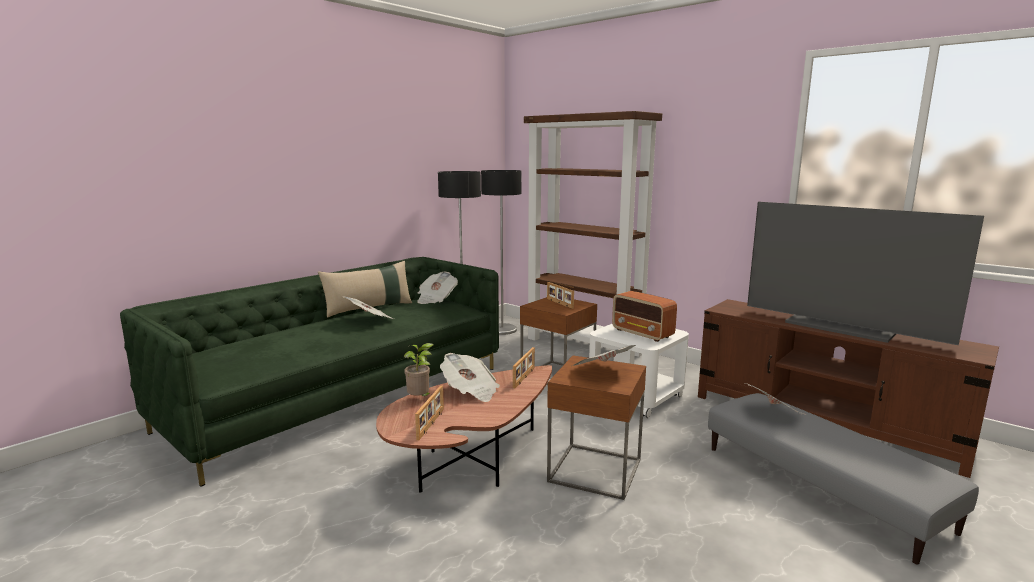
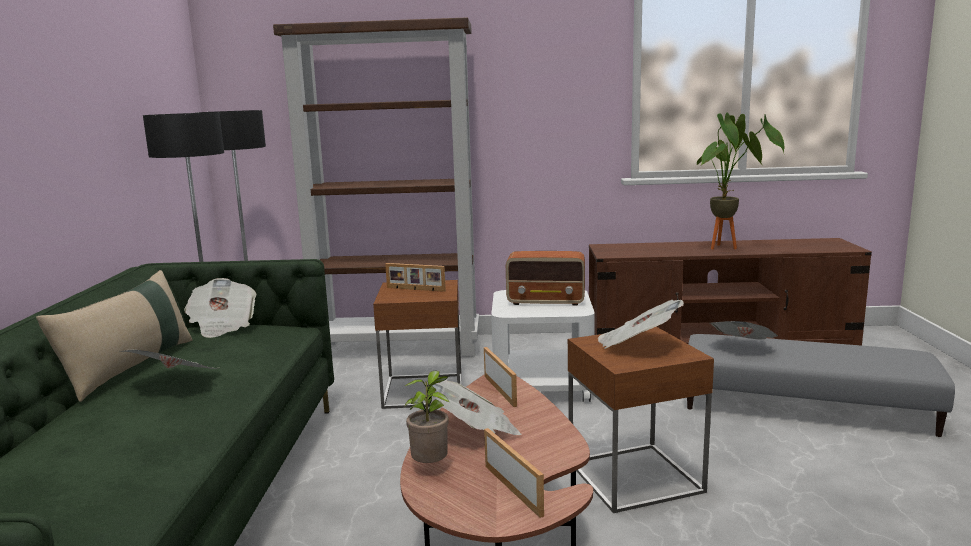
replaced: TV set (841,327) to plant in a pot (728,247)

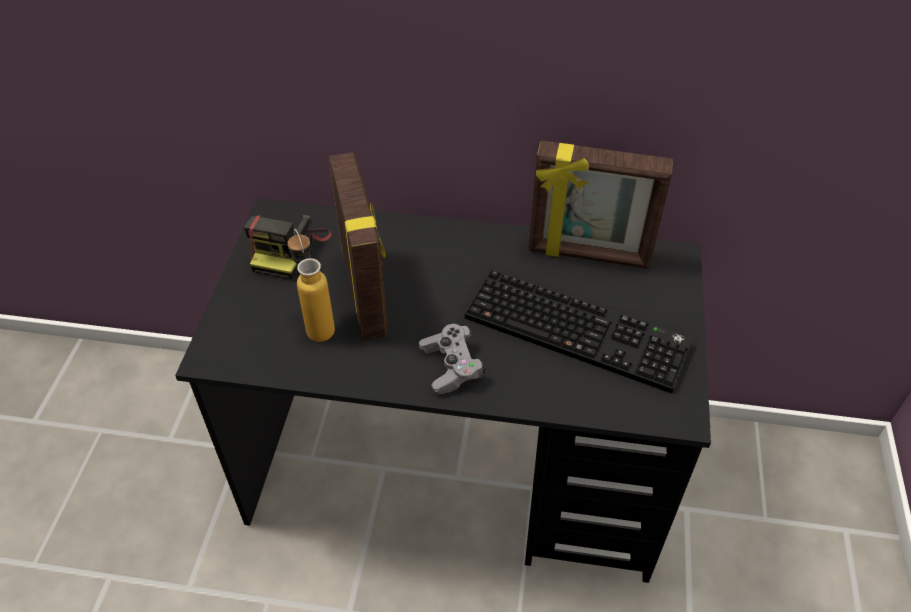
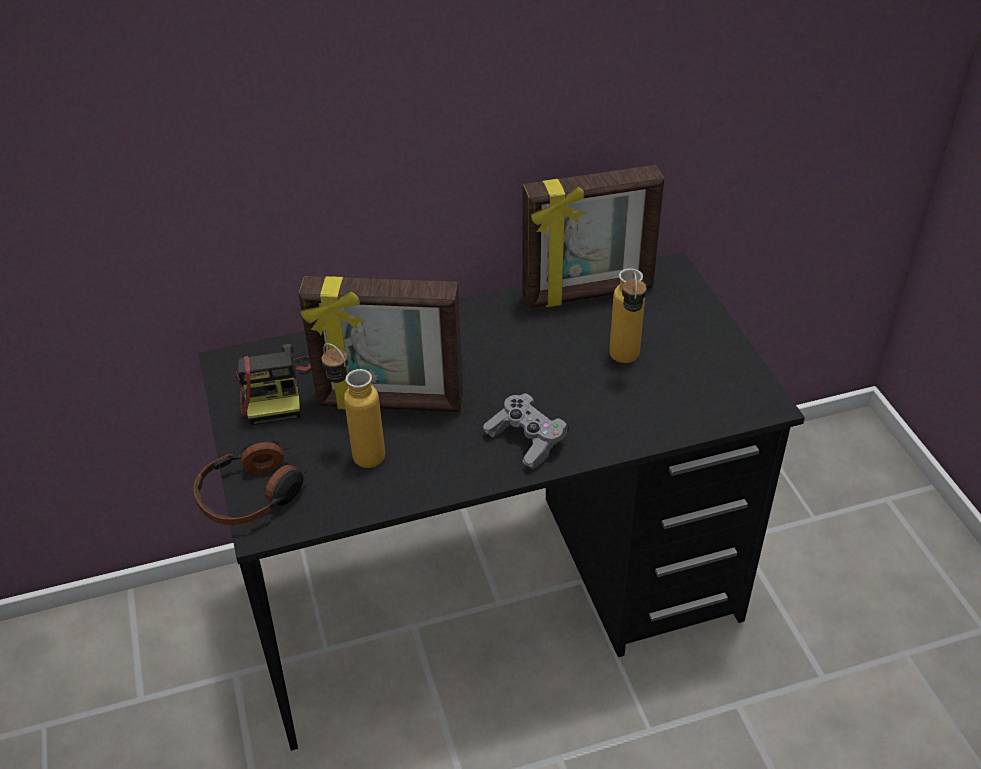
added: headphones (253,494)
replaced: keyboard (579,329) to beverage bottle (625,363)
turned: photo frame (366,292) = (390,403) 135 degrees clockwise

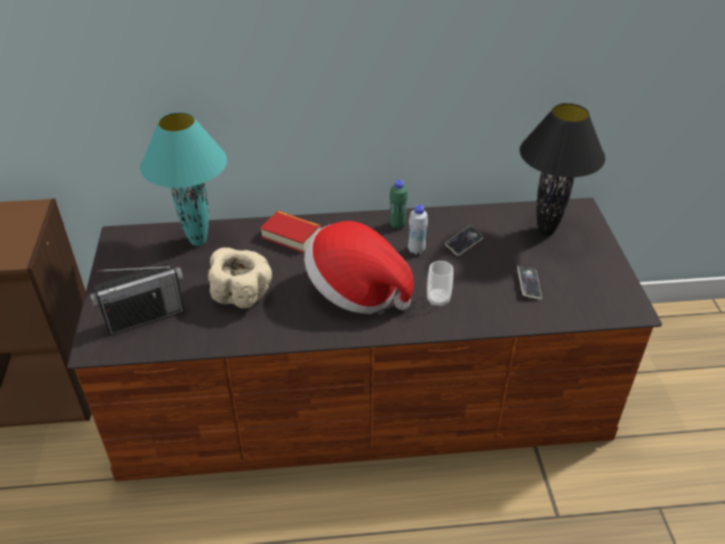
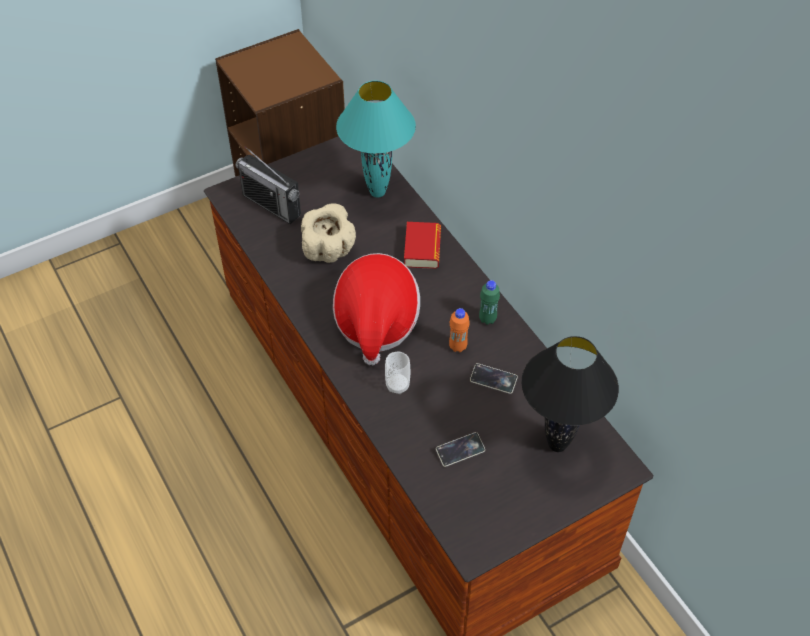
recoloured: white beverage bottle (416,250) to orange beverage bottle (458,346)

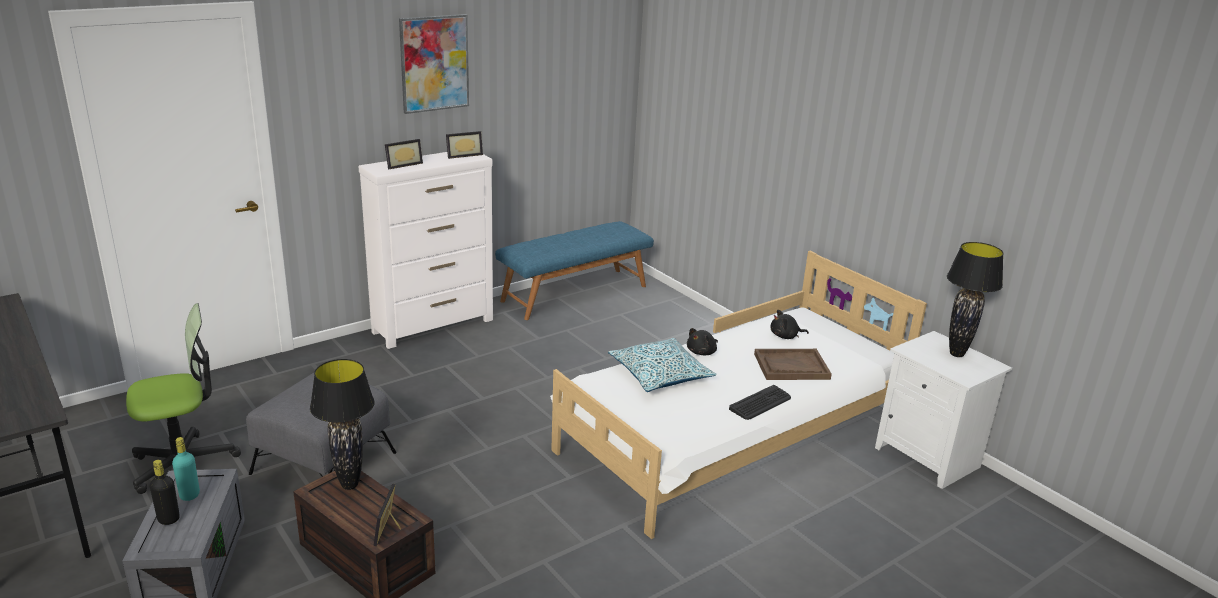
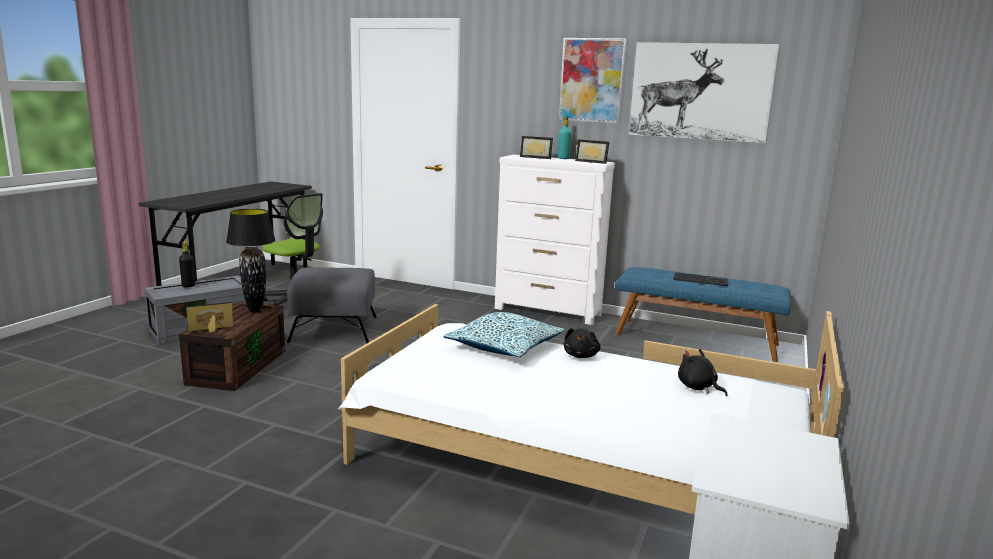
removed: brown serving tray (791,366); blackish table lamp (957,354)
added: wall picture (700,91)
moved: turquoise-coloured beverage bottle (189,495) to (563,158); keyboard (760,403) to (700,280)
turned: blackish soft toy (702,352) = (581,355) 90 degrees counterclockwise

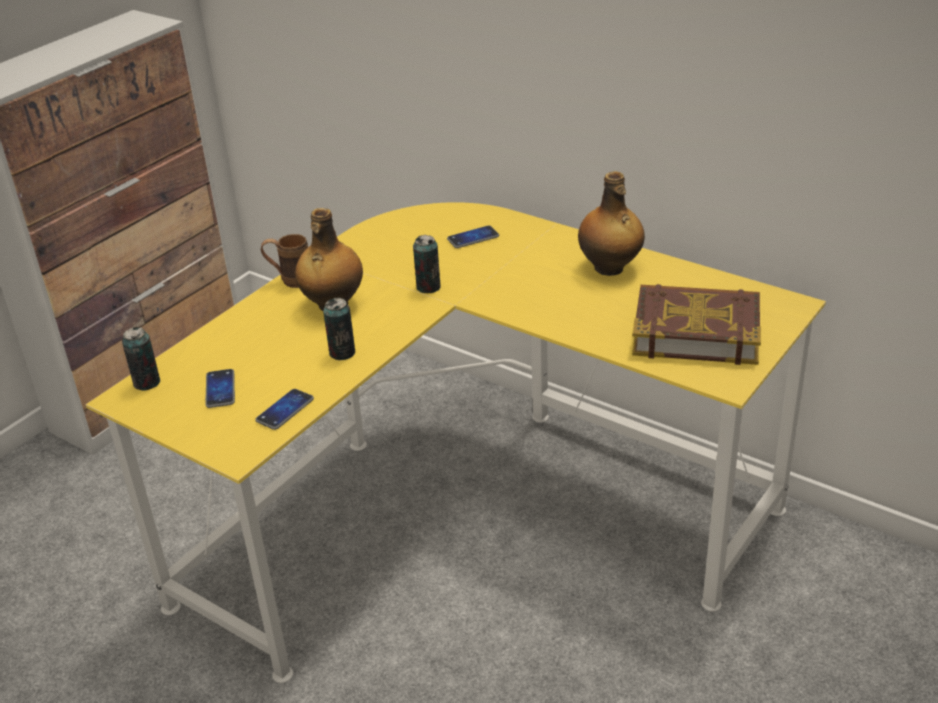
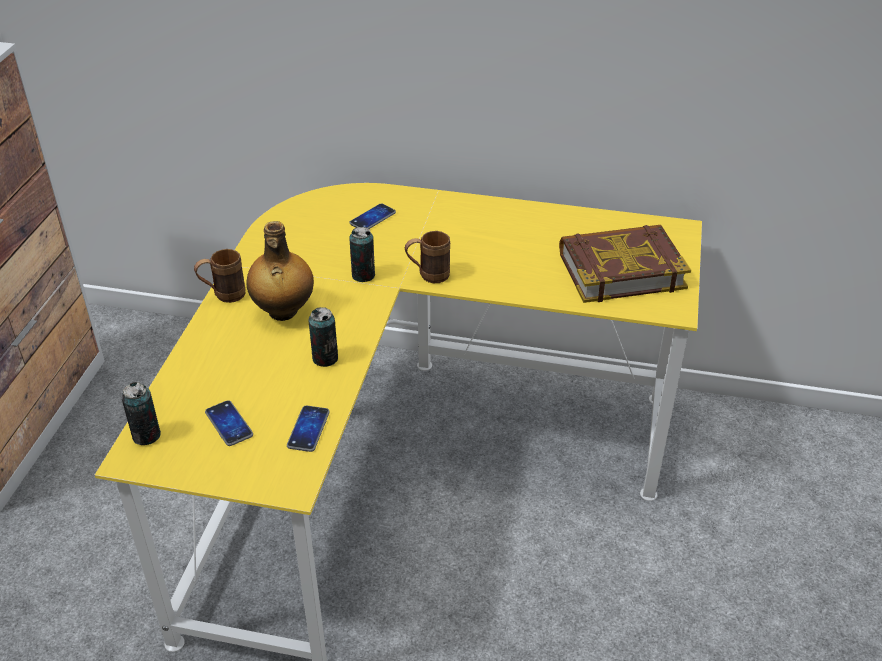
removed: beverage bottle (609,268)
added: brown coffee mug (427,276)

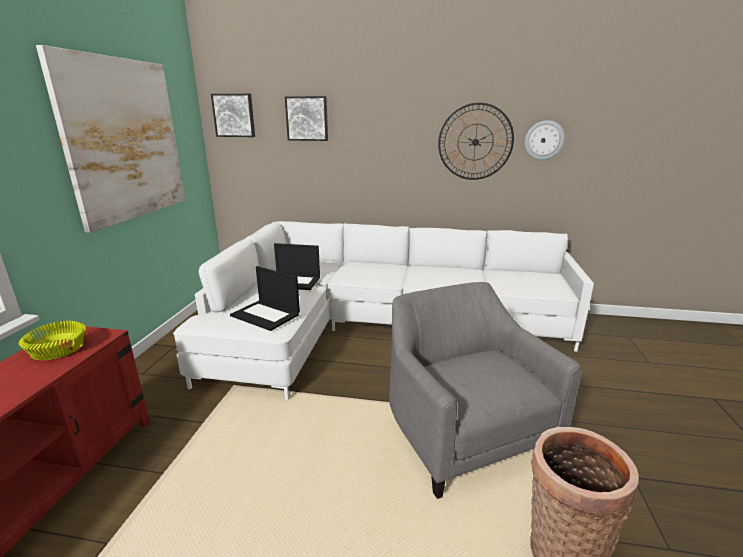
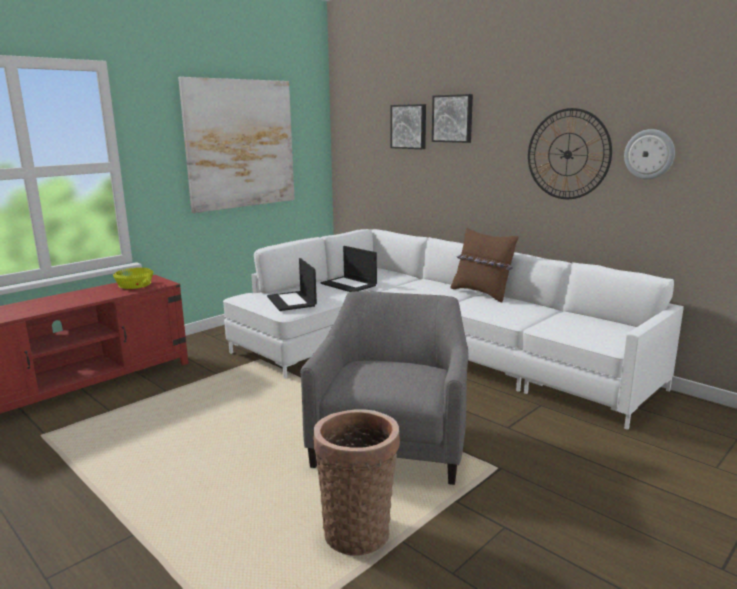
added: brown cushion (482,293)
moved: wall picture (234,115) to (453,118)

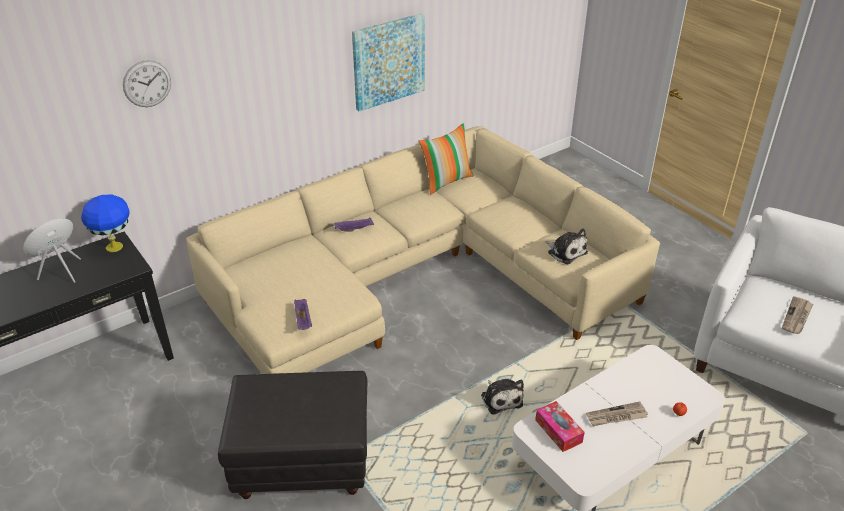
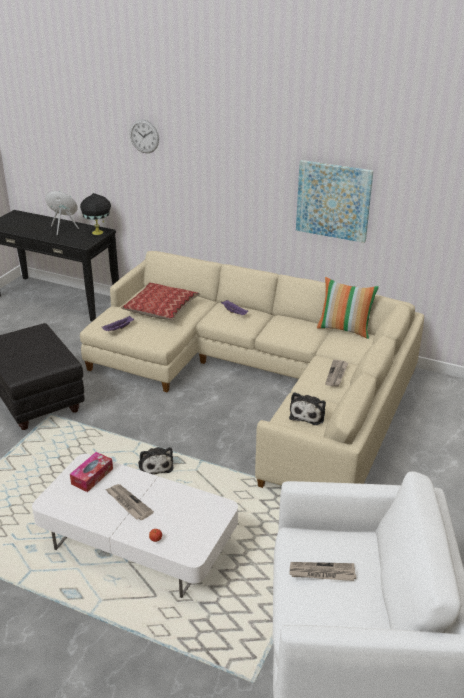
added: cushion (161,308); newspaper (336,374)
recoloured: bluish table lamp (115,247) to blackish table lamp (98,233)
turned: soft toy (501,398) = (155,465) 60 degrees counterclockwise

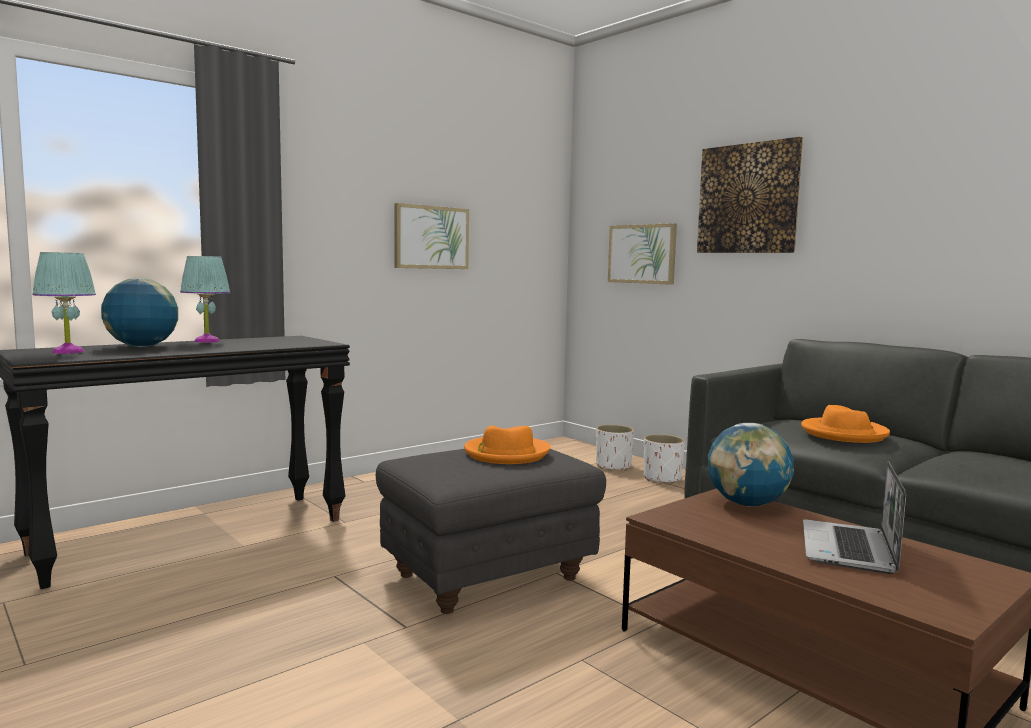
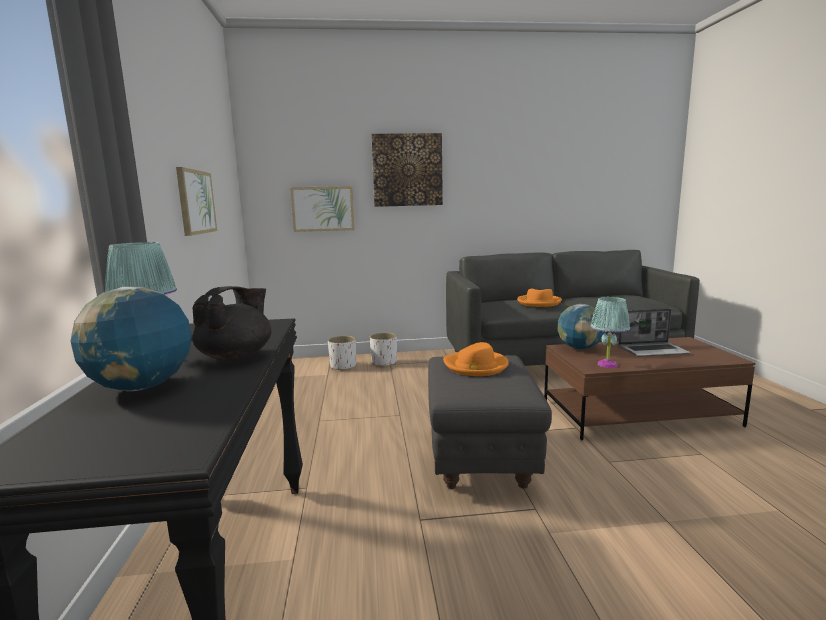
added: blackish teapot (237,357)
moved: turquoise-coloured table lamp (68,352) to (607,364)
turned: portable computer (849,549) = (653,350) 60 degrees counterclockwise

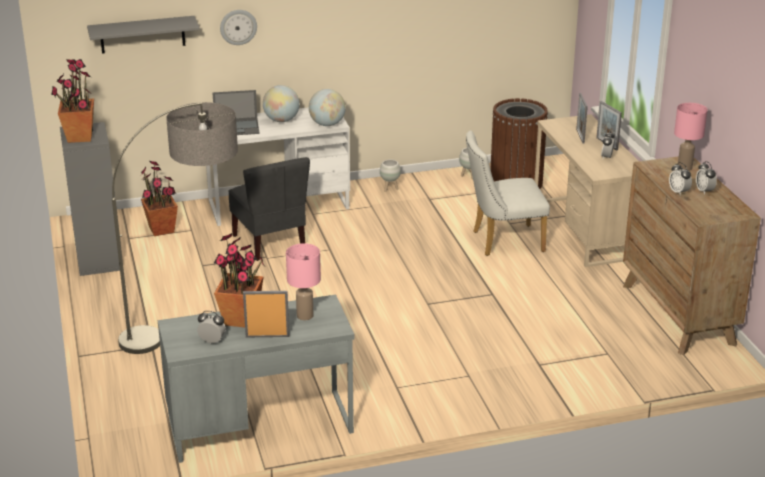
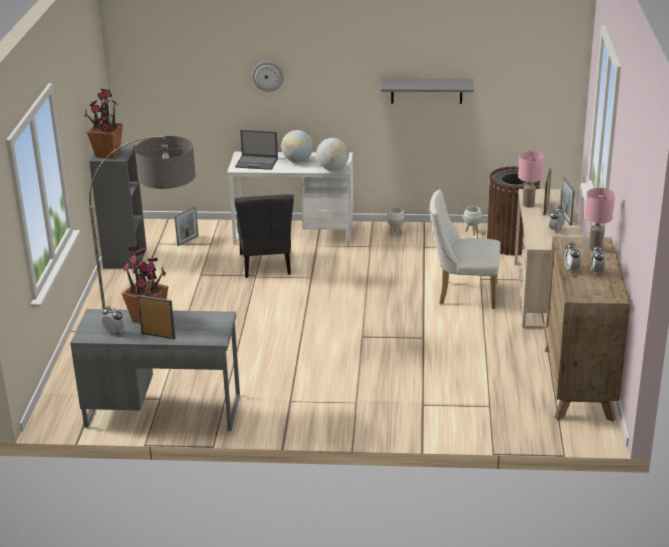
moved: greyish wall shelf (142,34) to (426,91); pinkish table lamp (305,316) to (528,205)
replaced: plant in a pot (162,230) to photo frame (188,240)

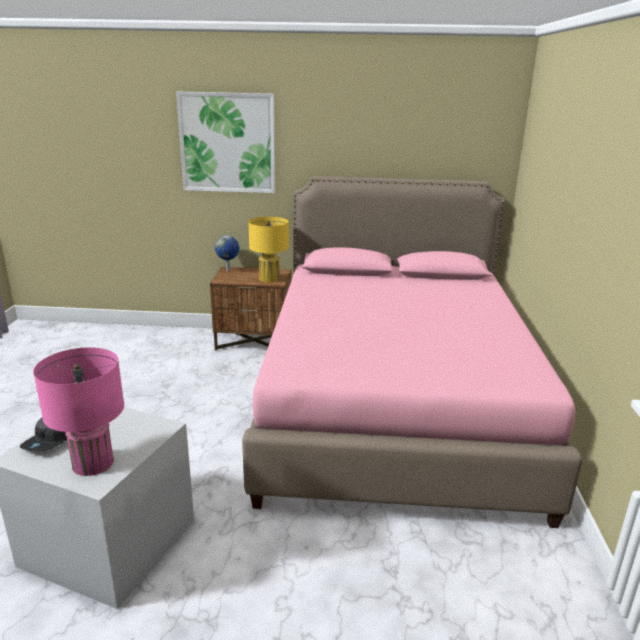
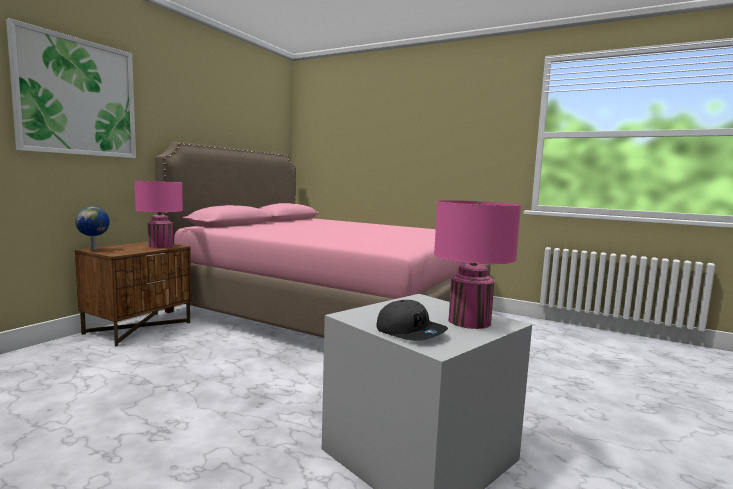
recoloured: yellow table lamp (269,279) to pinkish table lamp (160,246)

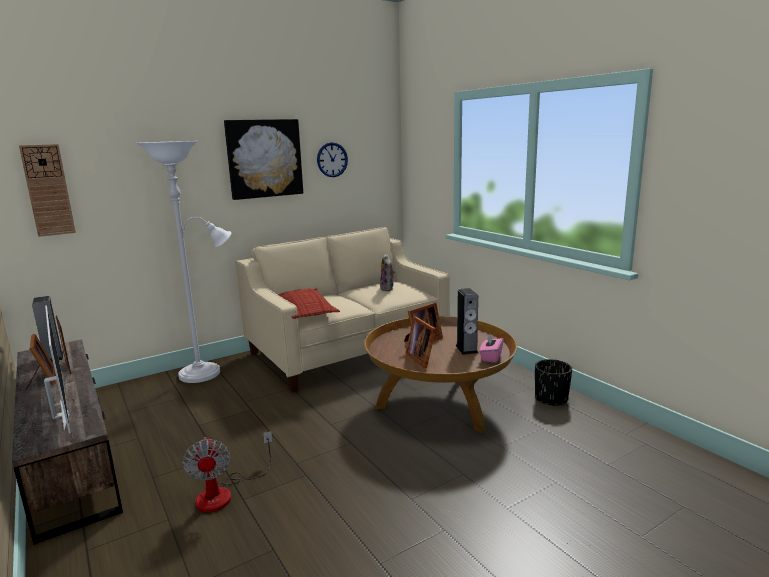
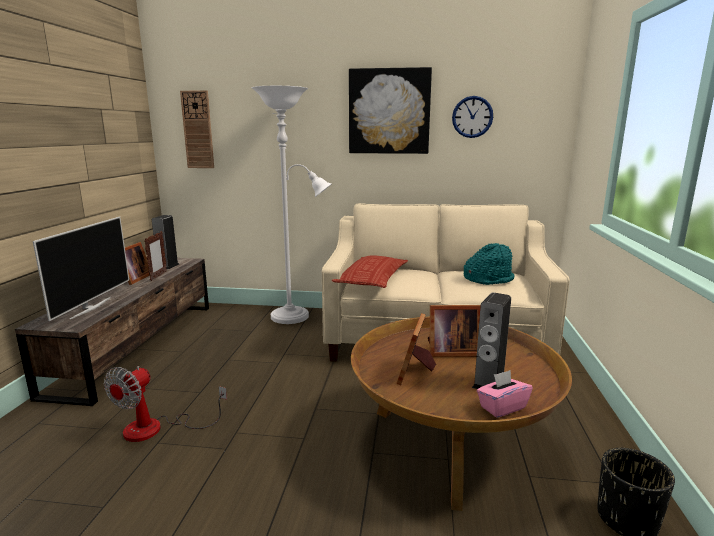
replaced: soft toy (388,289) to turquoise-coloured wearable hat (488,279)

